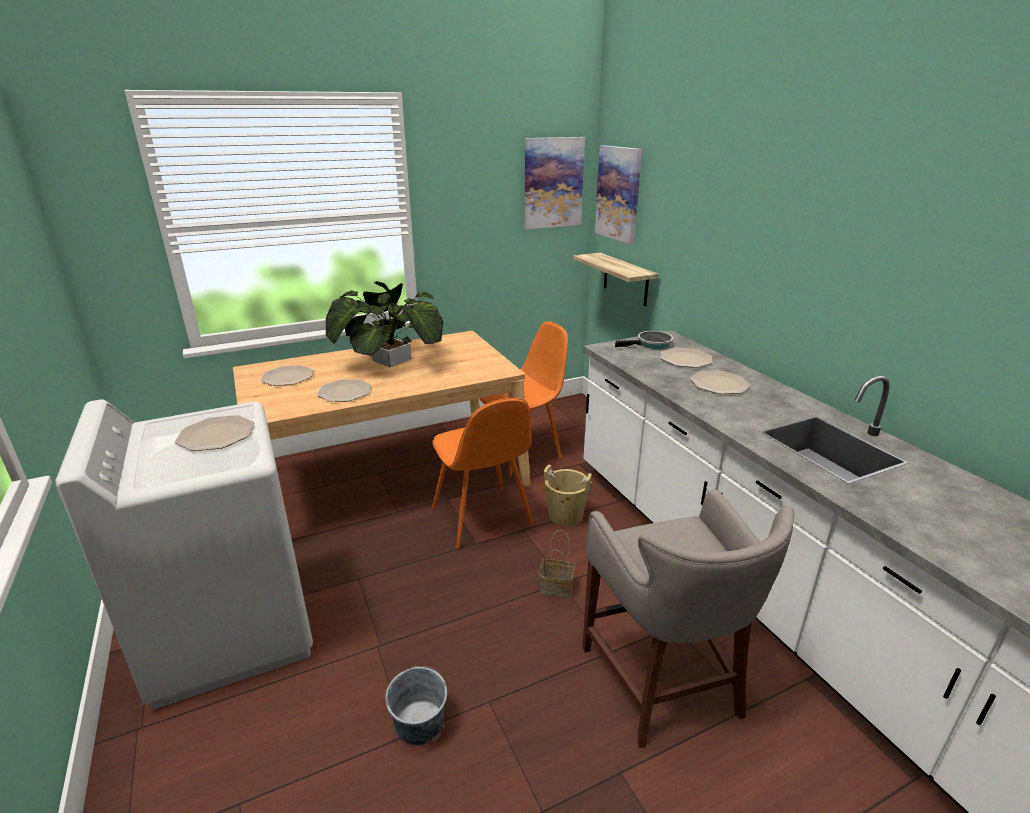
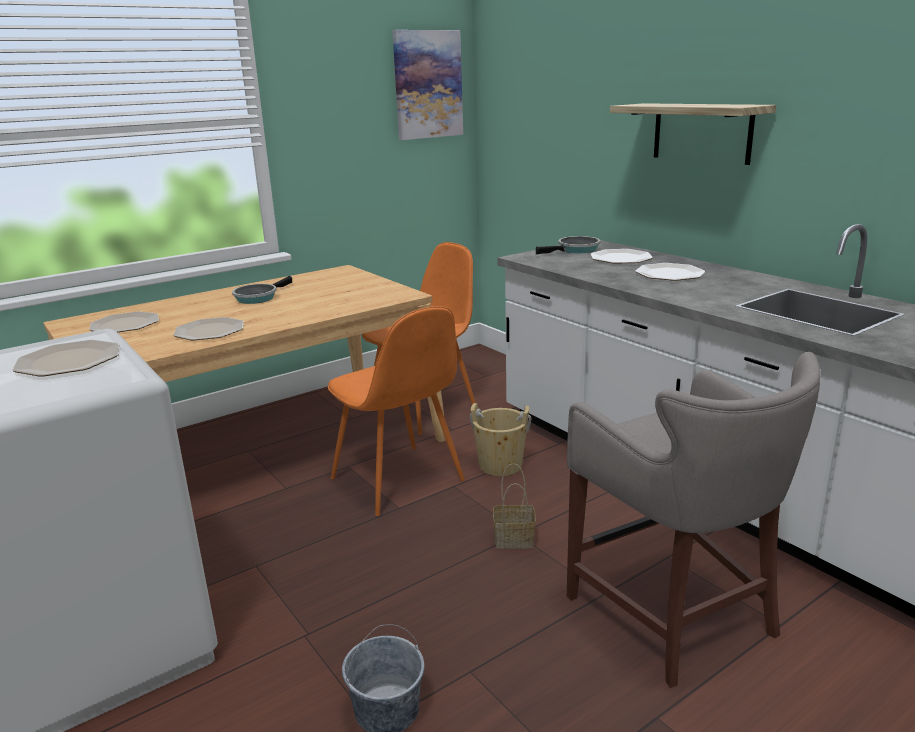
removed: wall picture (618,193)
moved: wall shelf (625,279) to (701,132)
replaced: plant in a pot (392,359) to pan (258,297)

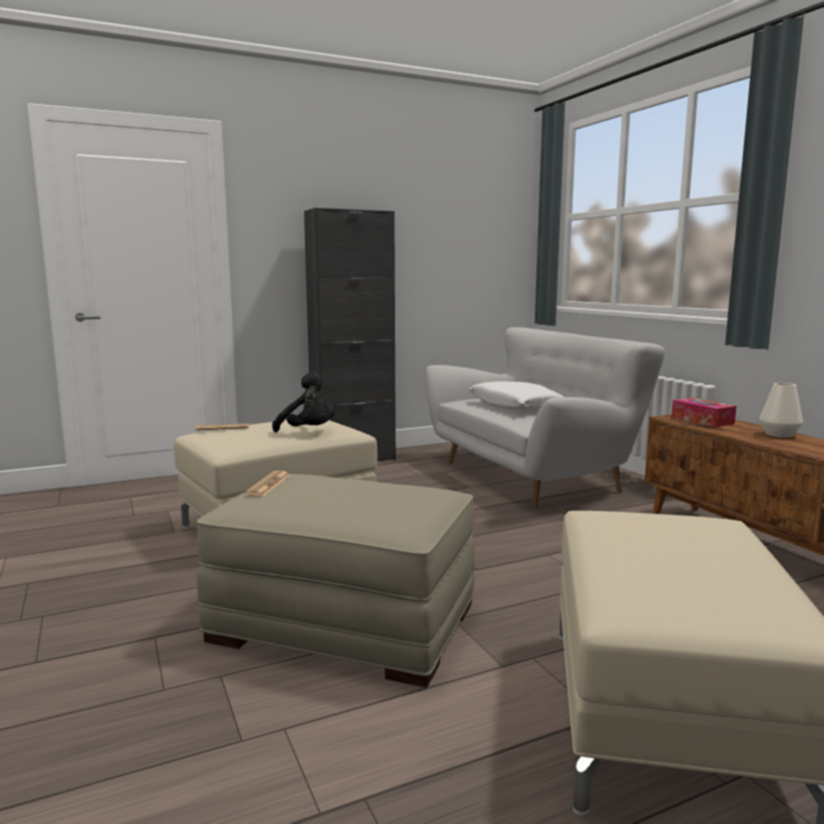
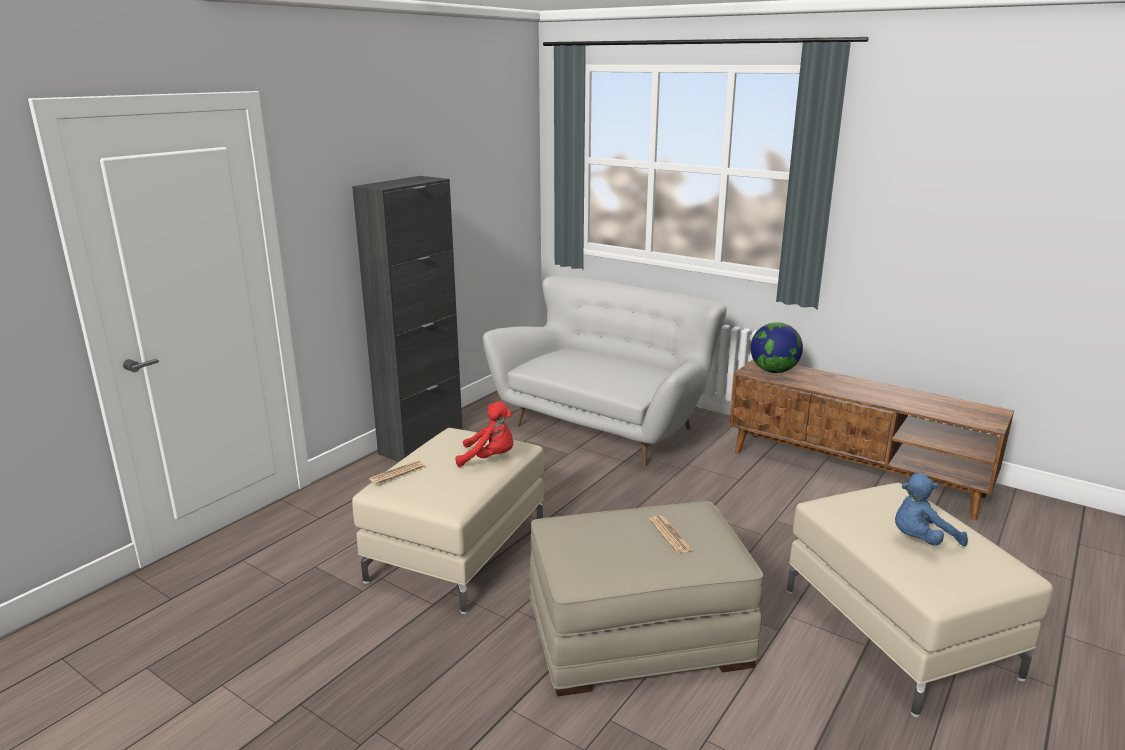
removed: white cushion (515,406); white vase (779,434)
added: bluish soft toy (921,540)
moved: newspaper (269,485) to (670,535)
replaced: box of tissues (702,420) to desk globe (774,371)
recoloured: blackish soft toy (308,432) to red-coloured soft toy (489,458)

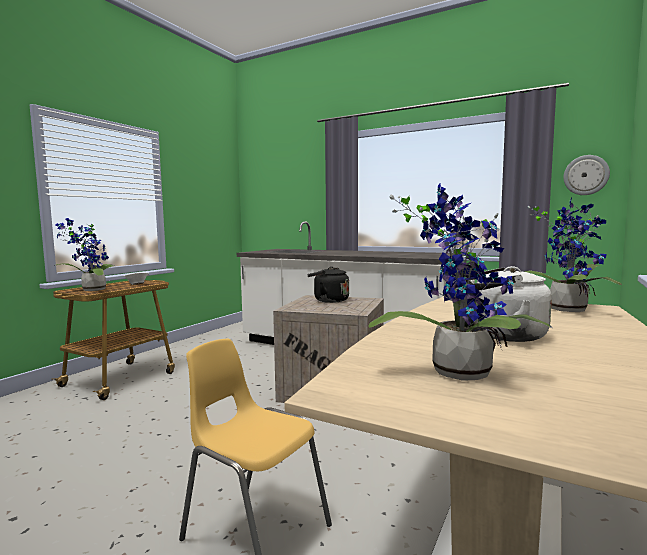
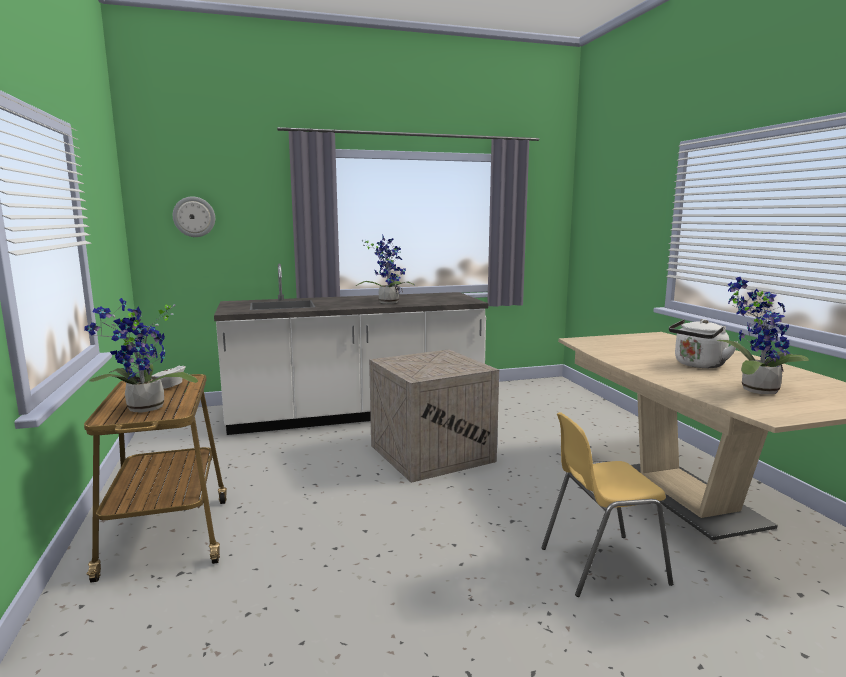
removed: blackish water kettle (329,300)
moved: clock on the wall (586,175) to (194,217); plant in a pot (567,309) to (388,302)

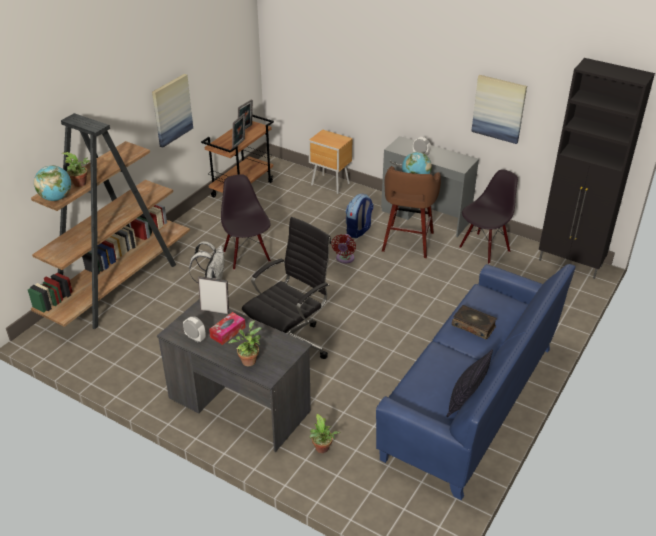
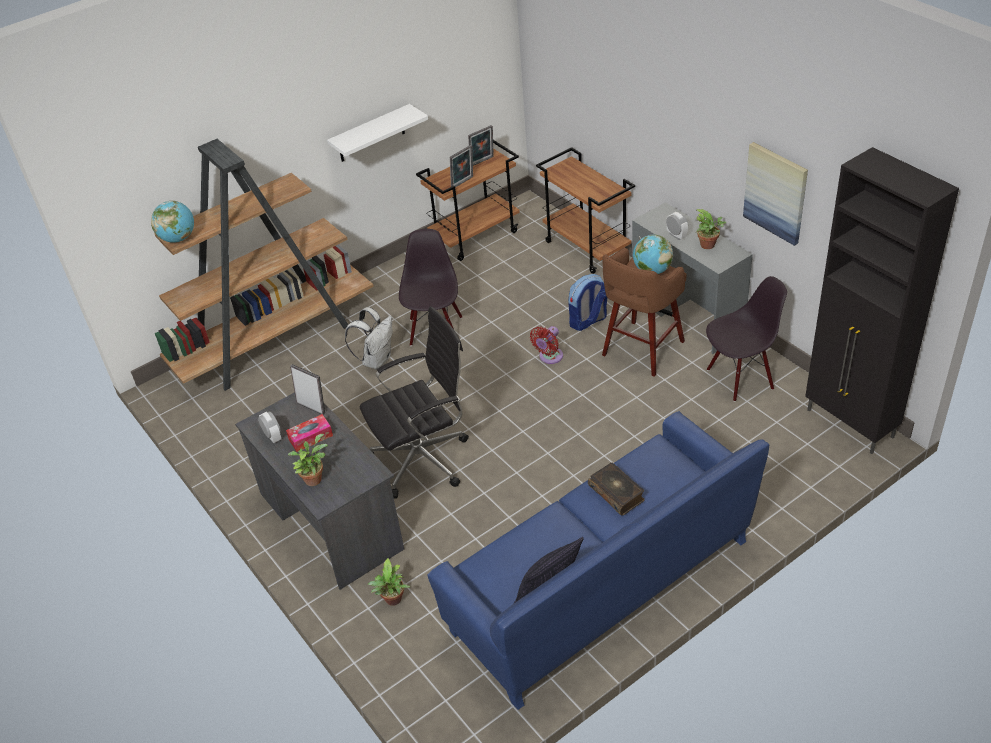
moved: plant in a pot (81,184) to (709,245)
replaced: wall picture (172,110) to white wall shelf (371,134); brown night table (330,185) to brown wheeled cart (587,248)

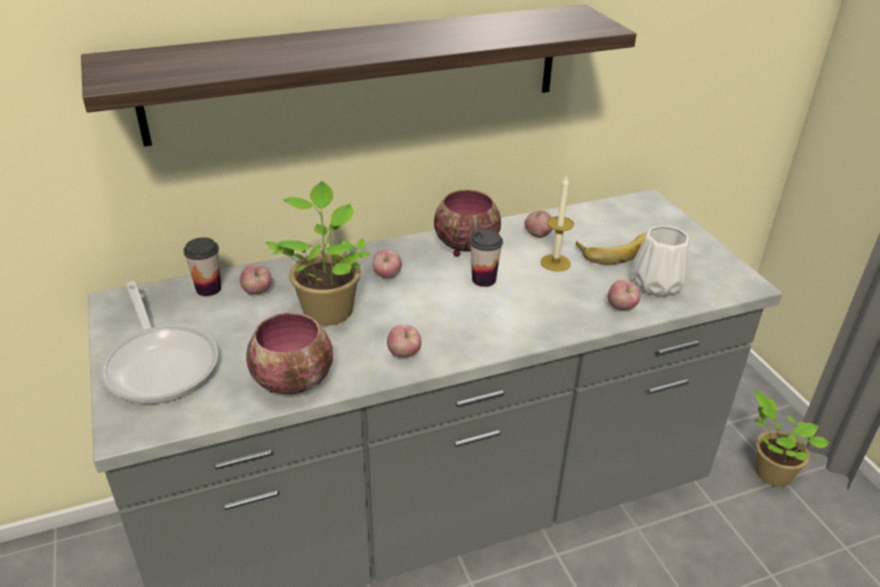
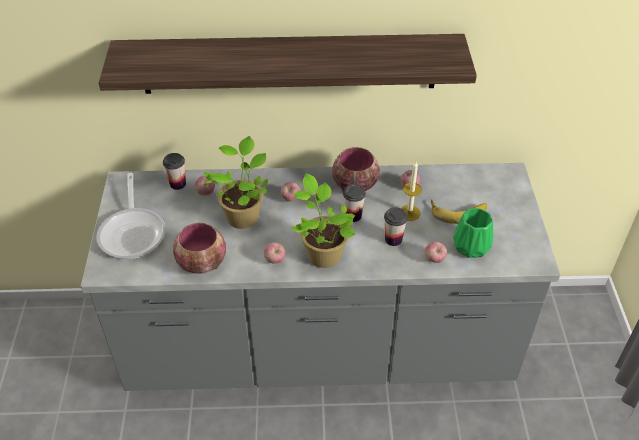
added: drinking cup (393,239)
moved: plant in a pot (770,471) to (322,254)
recoloured: white vase (656,284) to green vase (471,246)

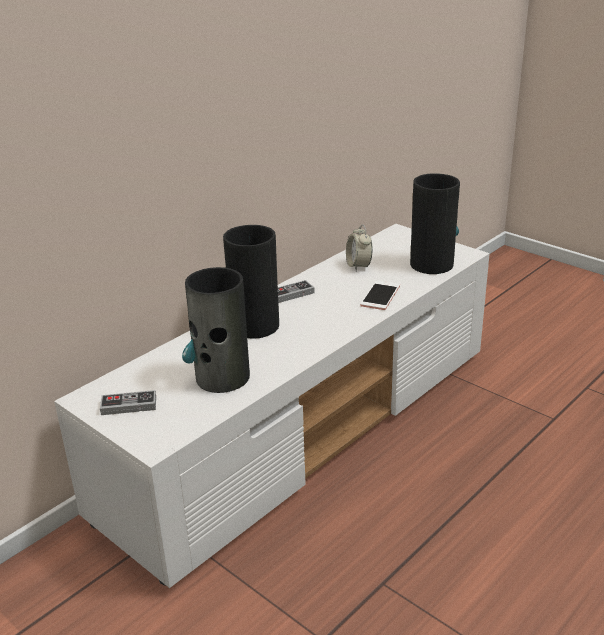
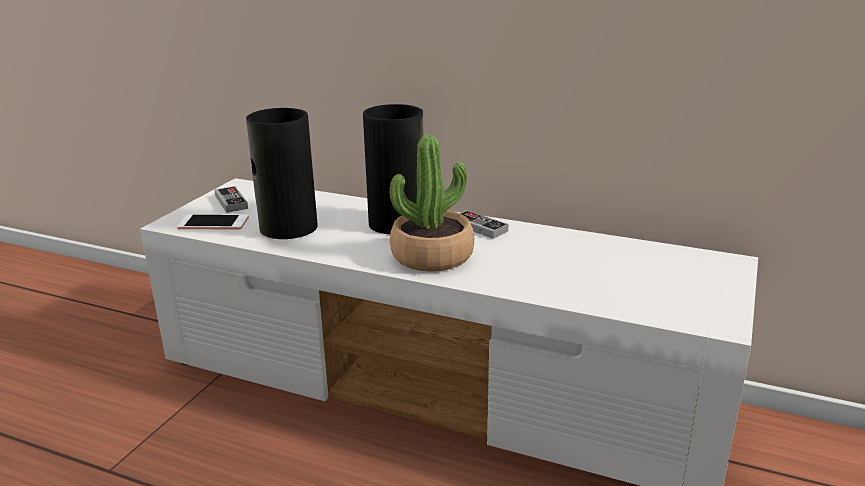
removed: table clock (358,266); vase (431,263)
added: plant in a pot (432,256)
moved: handset (380,296) to (213,223)

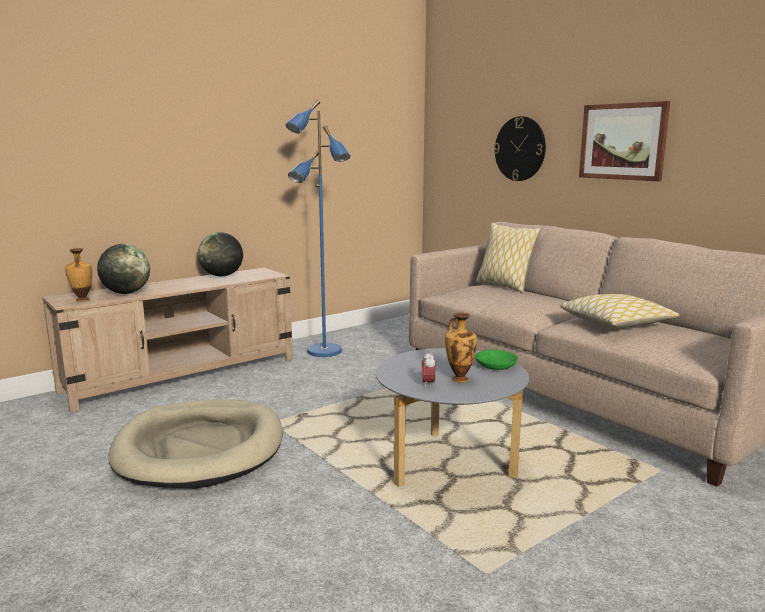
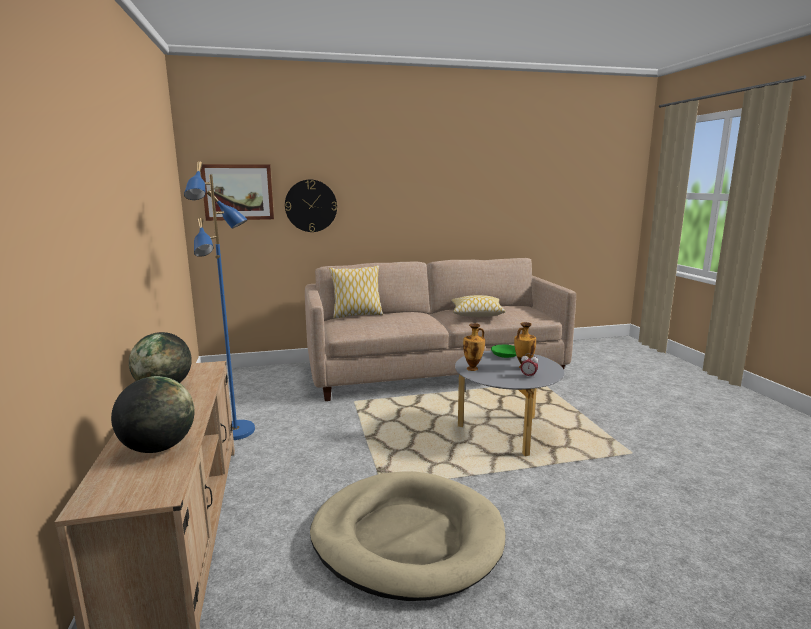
moved: wall picture (623,141) to (238,192); vase (82,300) to (473,369)

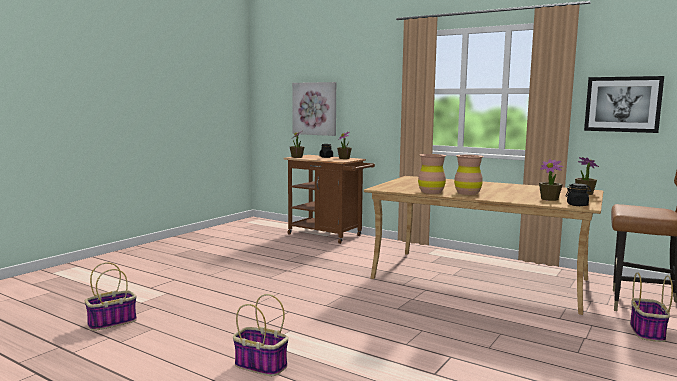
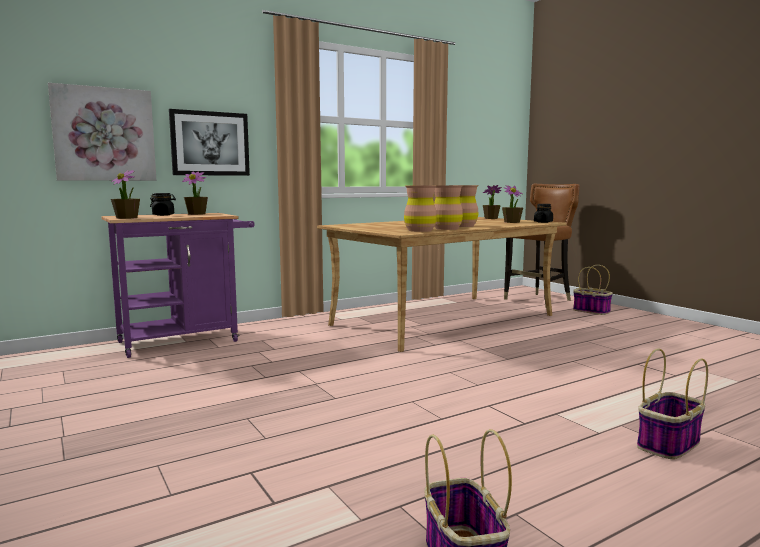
added: brown vase (420,230)
moved: wall picture (622,104) to (210,143)
recoloured: brown wheeled cart (328,235) to purple-coloured wheeled cart (186,340)

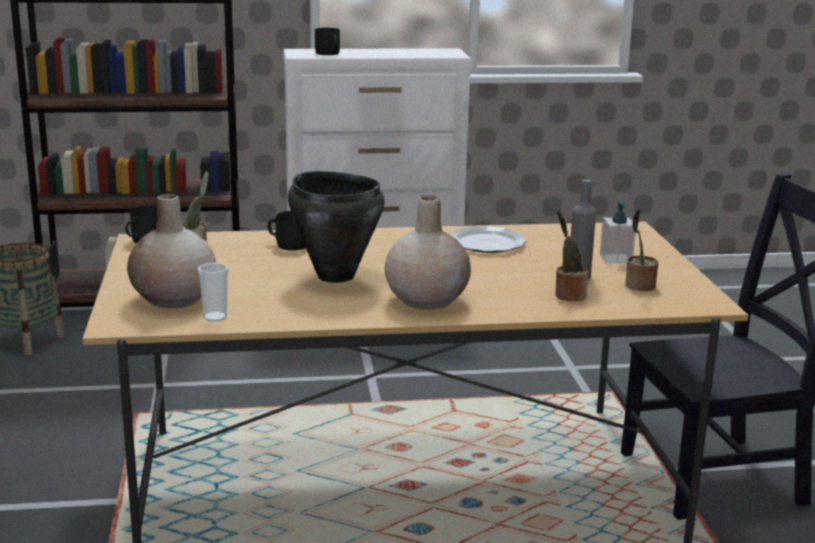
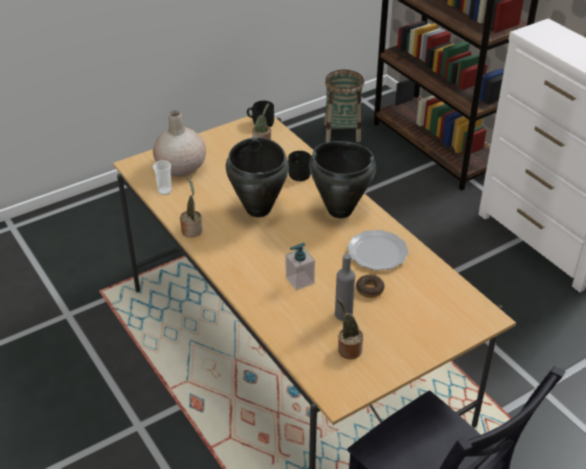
removed: blackish coffee mug (328,54); sand-coloured vase (426,300)
added: blackish stockpot (339,210); donut (369,289)
moved: plant in a pot (568,295) to (192,229); liquid soap bottle (616,259) to (299,280)

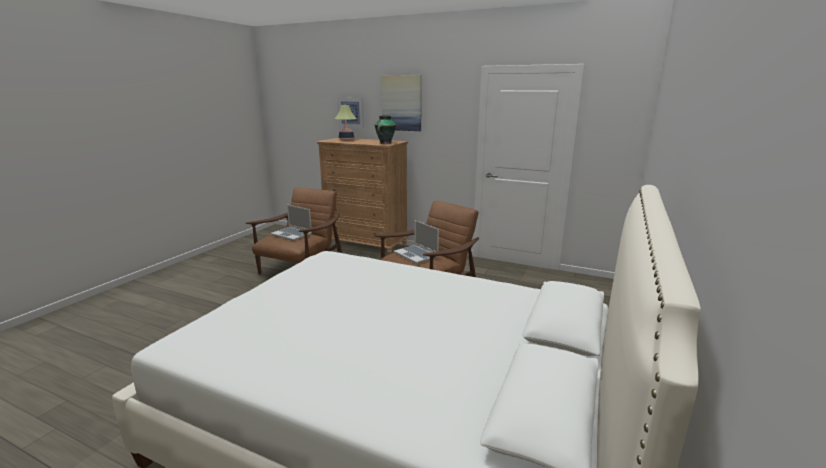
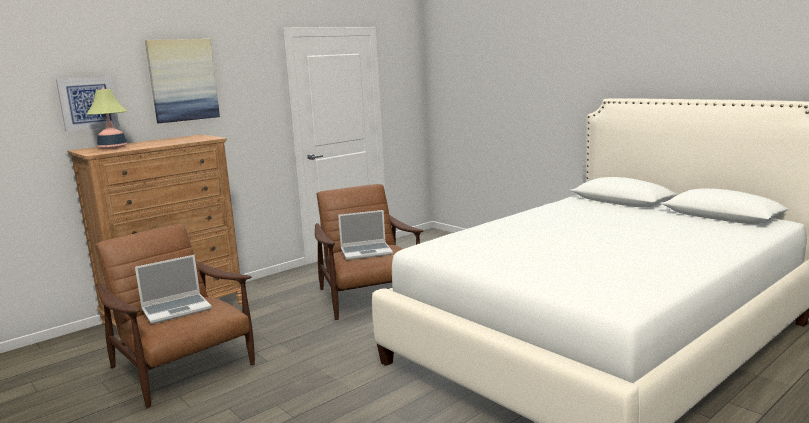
removed: vase (385,143)

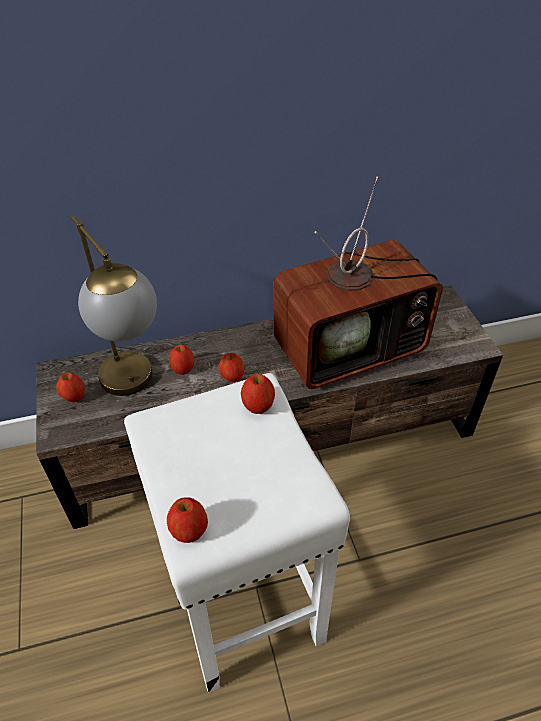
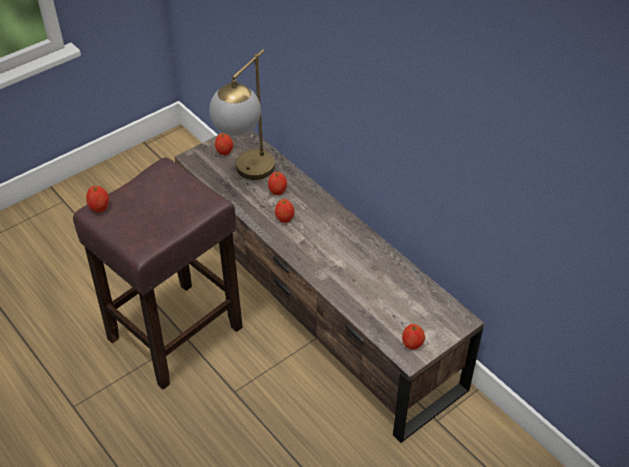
removed: TV set (351,346)
moved: whole apple (258,406) to (412,344)
recoloured: white stool seat (241,595) to brown stool seat (177,332)

